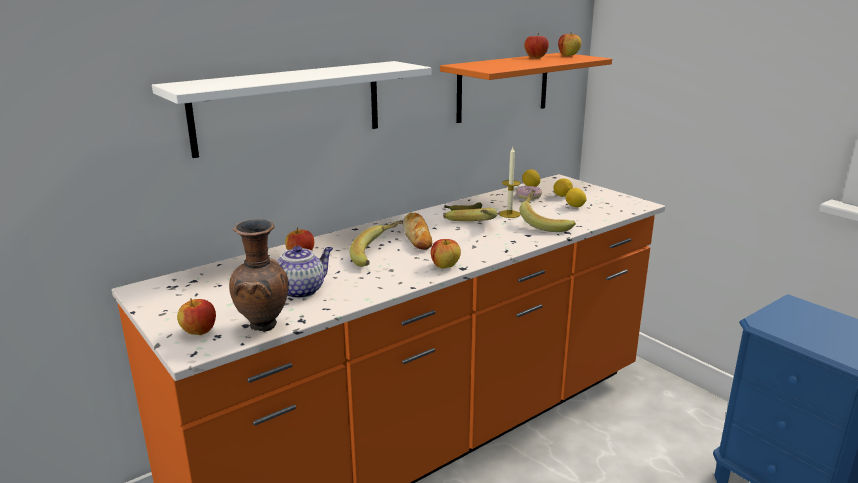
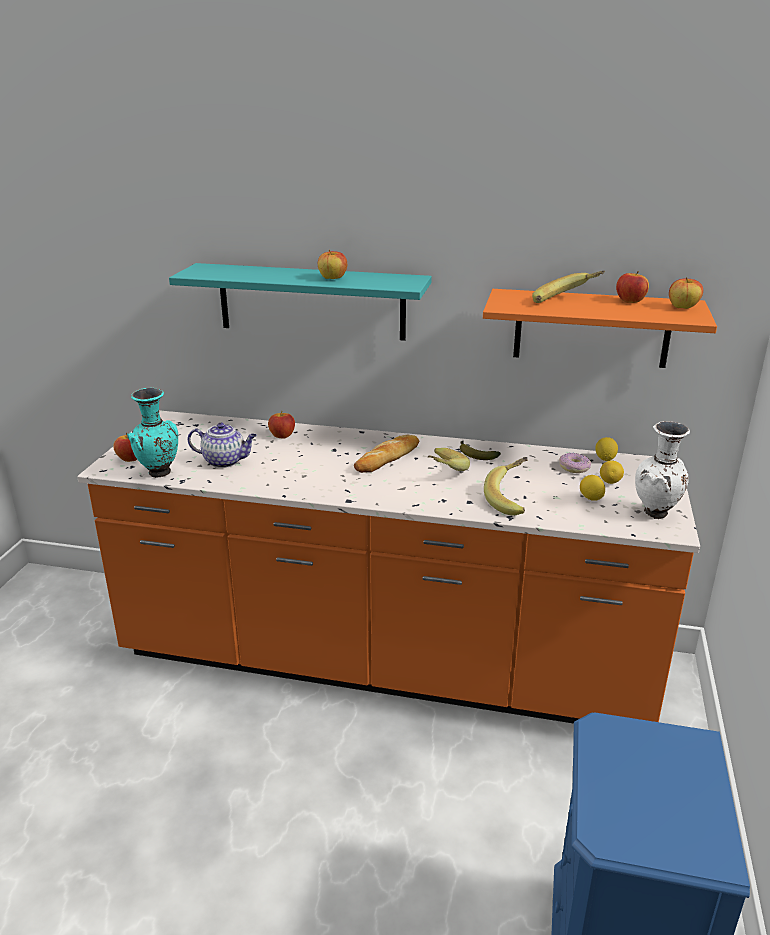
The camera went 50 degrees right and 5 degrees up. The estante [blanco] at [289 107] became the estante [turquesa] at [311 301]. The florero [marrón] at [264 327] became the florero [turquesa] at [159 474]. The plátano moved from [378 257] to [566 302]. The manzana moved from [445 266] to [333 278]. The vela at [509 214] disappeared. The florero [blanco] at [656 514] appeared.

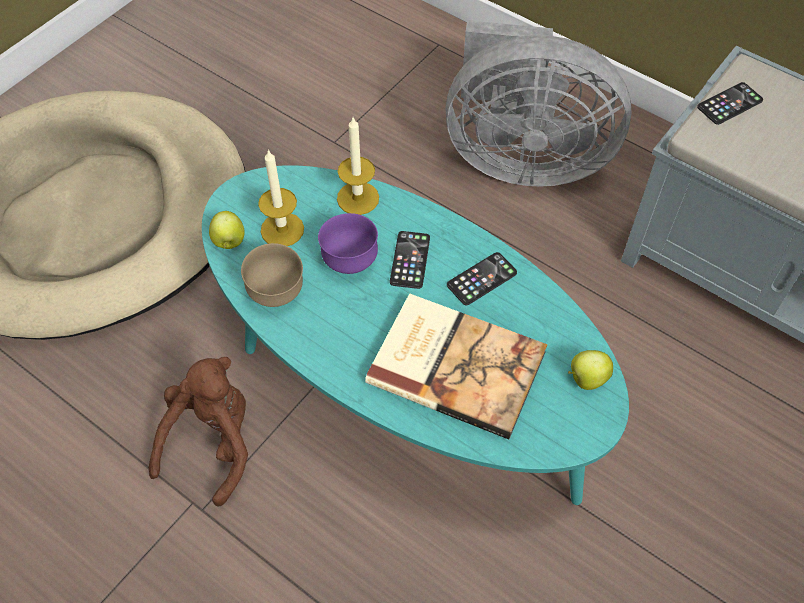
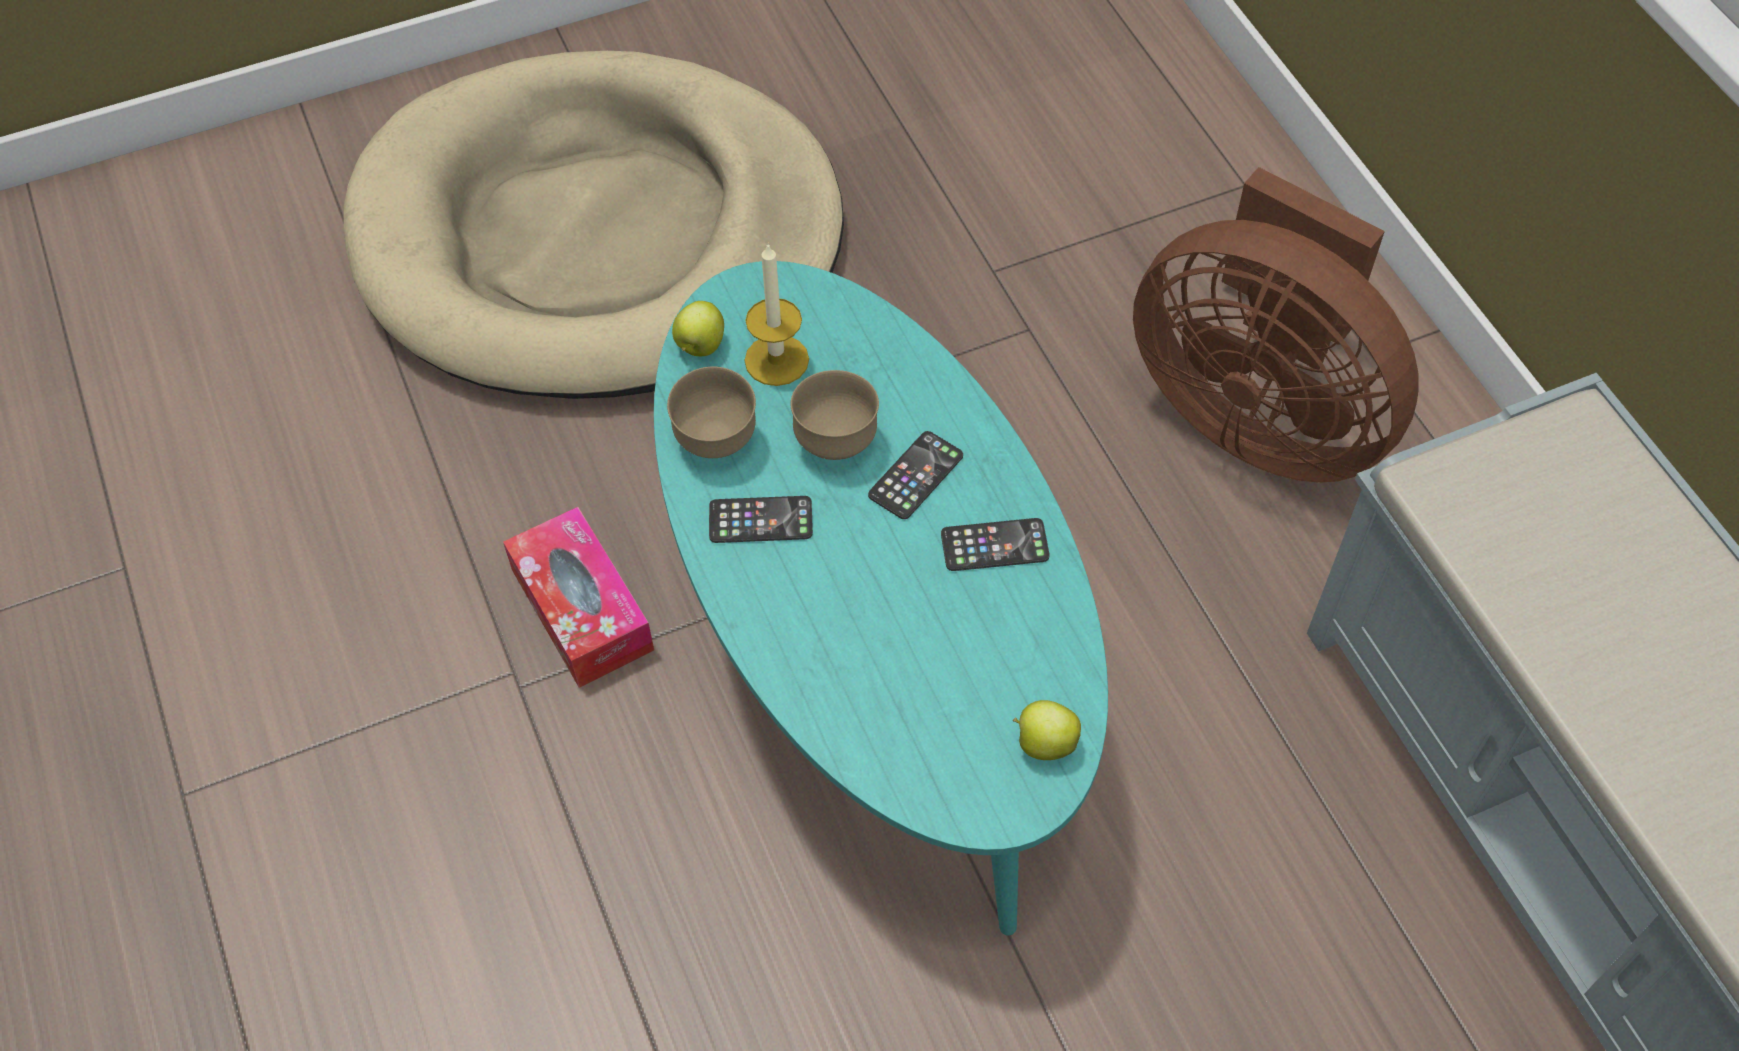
The camera went 30 degrees right and 0 degrees up. The peluche [marrón] at [212 443] was replaced by the caja de pañuelos at [582 609]. The cuenco [morado] at [350 261] became the cuenco [marrón] at [836 442]. The vela at [358 198] disappeared. The libro at [456 364] disappeared. The ventilador [gris] at [521 159] became the ventilador [marrón] at [1256 414]. The móvil moved from [729 104] to [760 520].

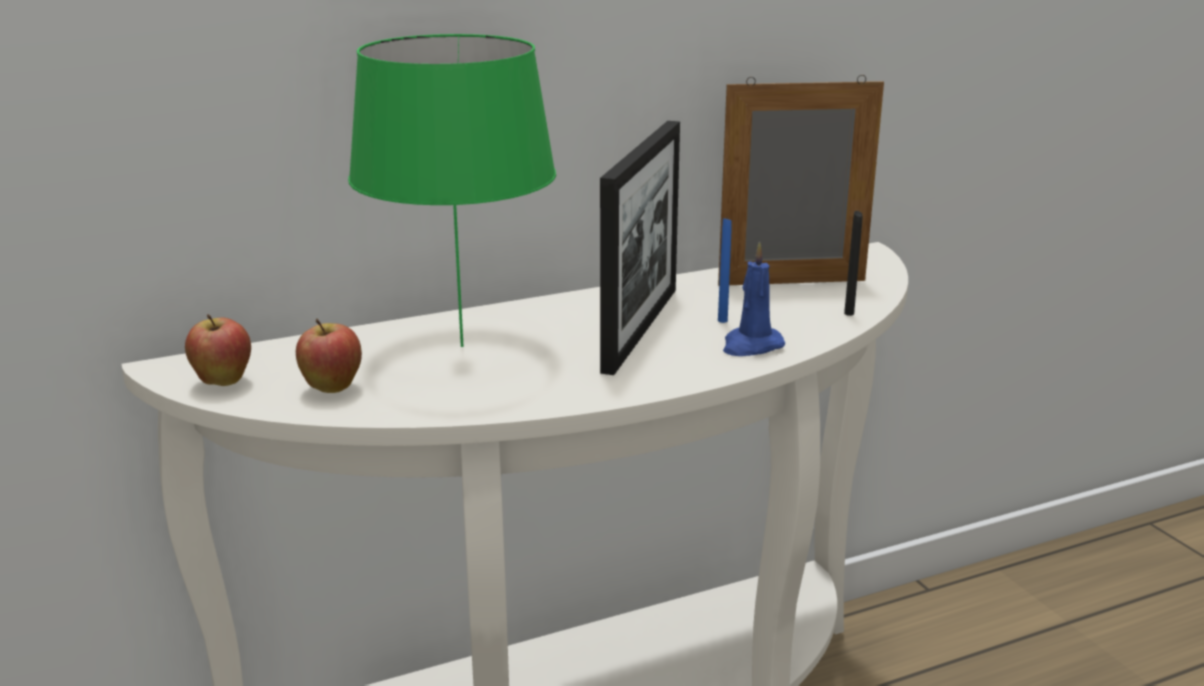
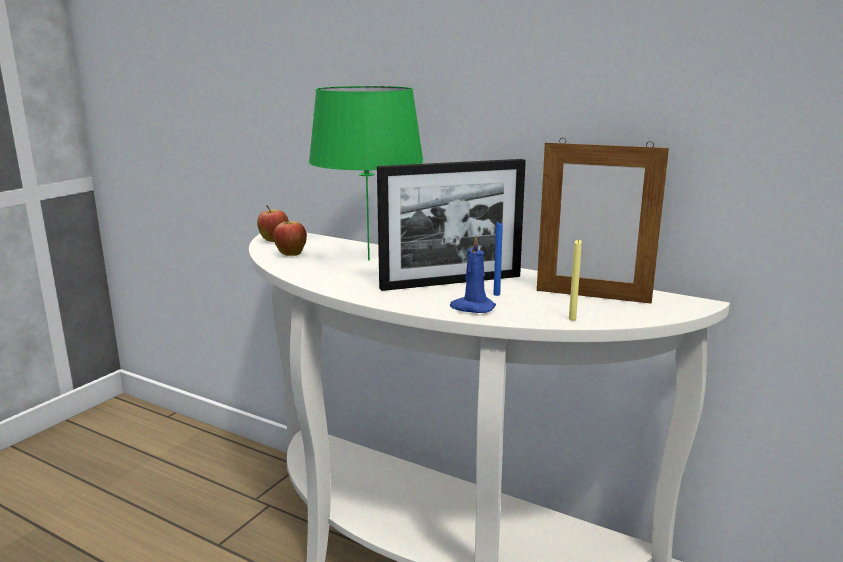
The camera went 55 degrees right and 5 degrees down. The portarretratos at [792 282] turned 150 degrees clockwise. The vela [negro] at [849 313] became the vela [amarillo] at [572 319].

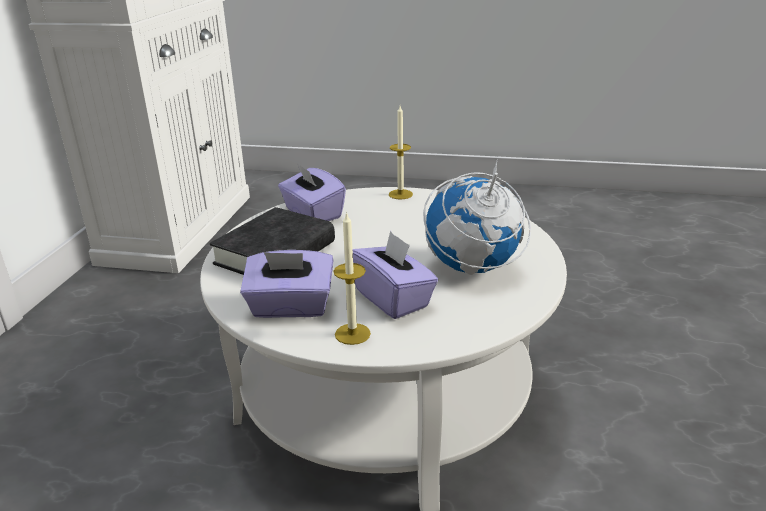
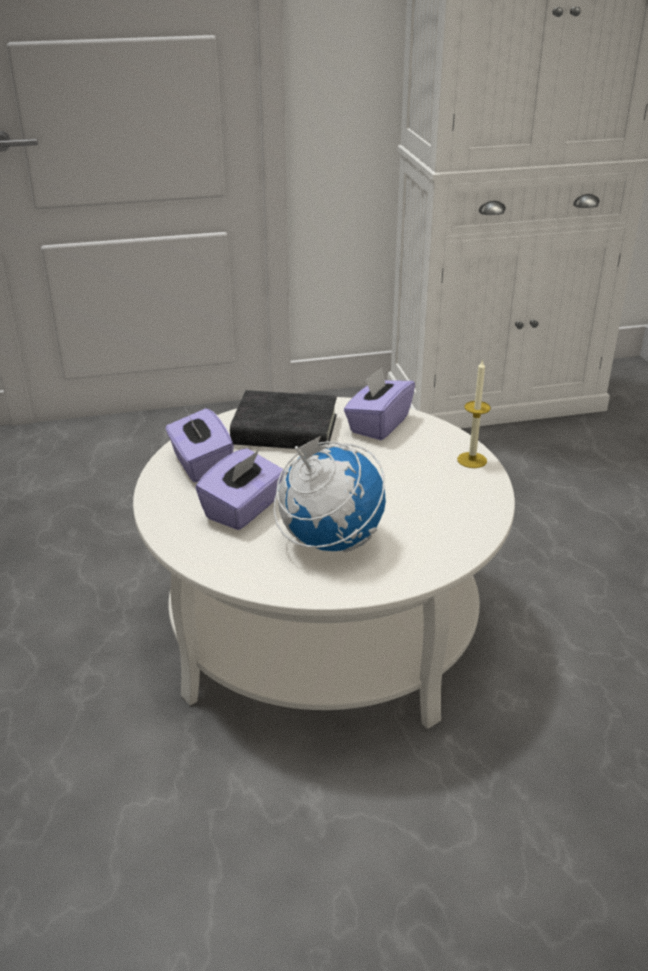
The camera went 65 degrees right and 5 degrees up. The vela at [352 334] disappeared.

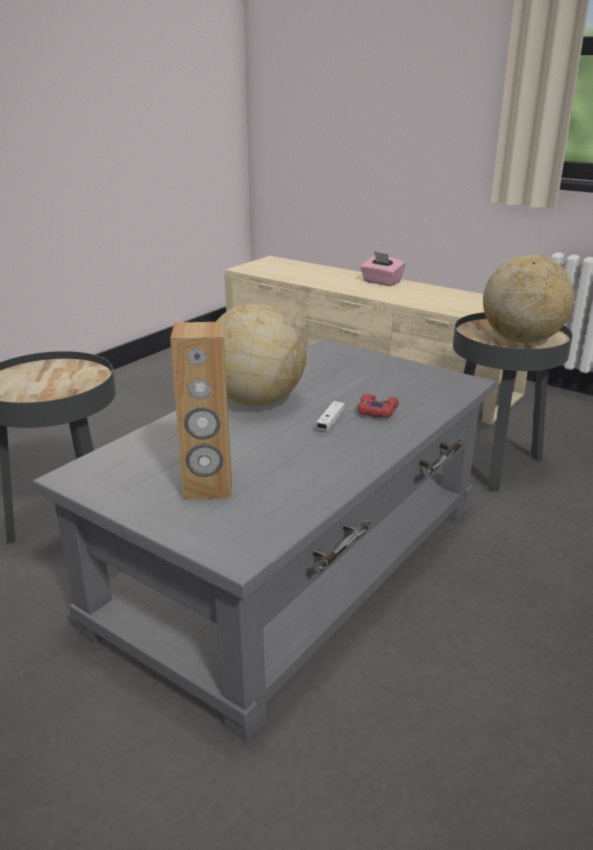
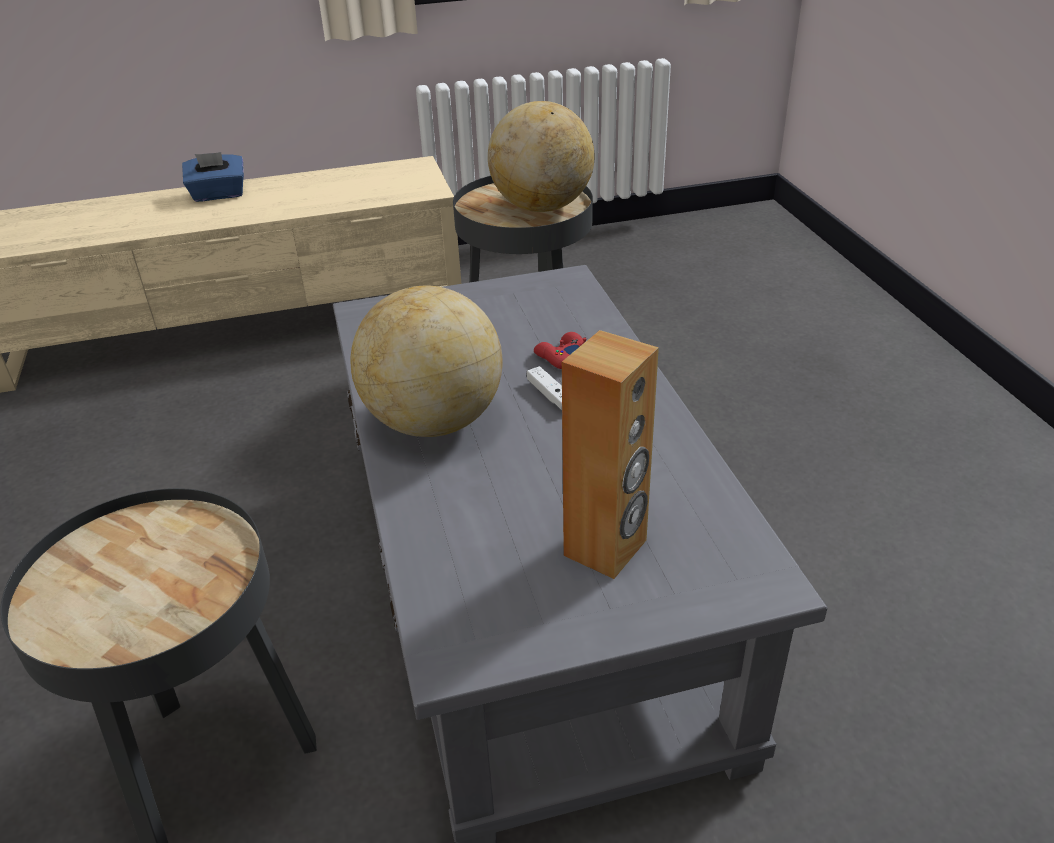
The camera went 50 degrees left and 10 degrees up. The caja de pañuelos [rosa] at [381 282] became the caja de pañuelos [azul] at [219 195].

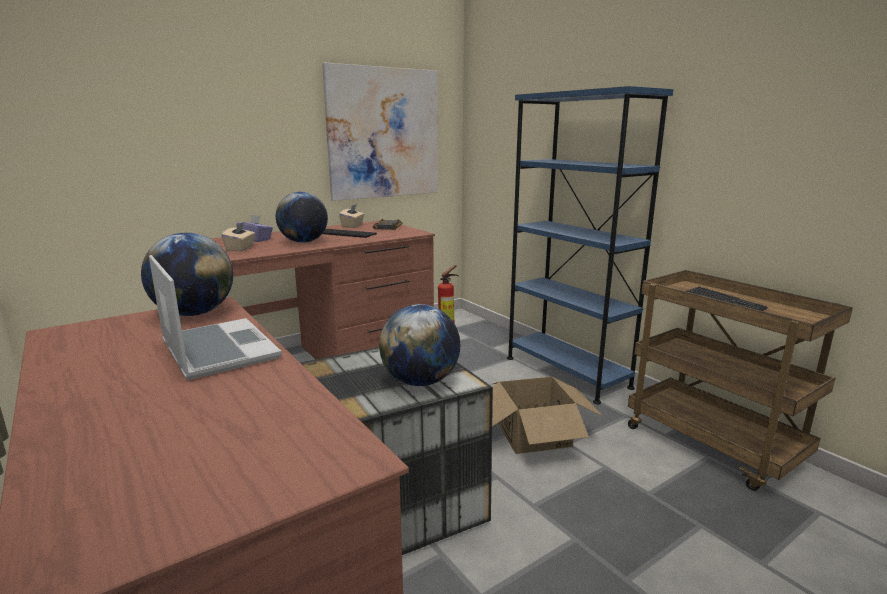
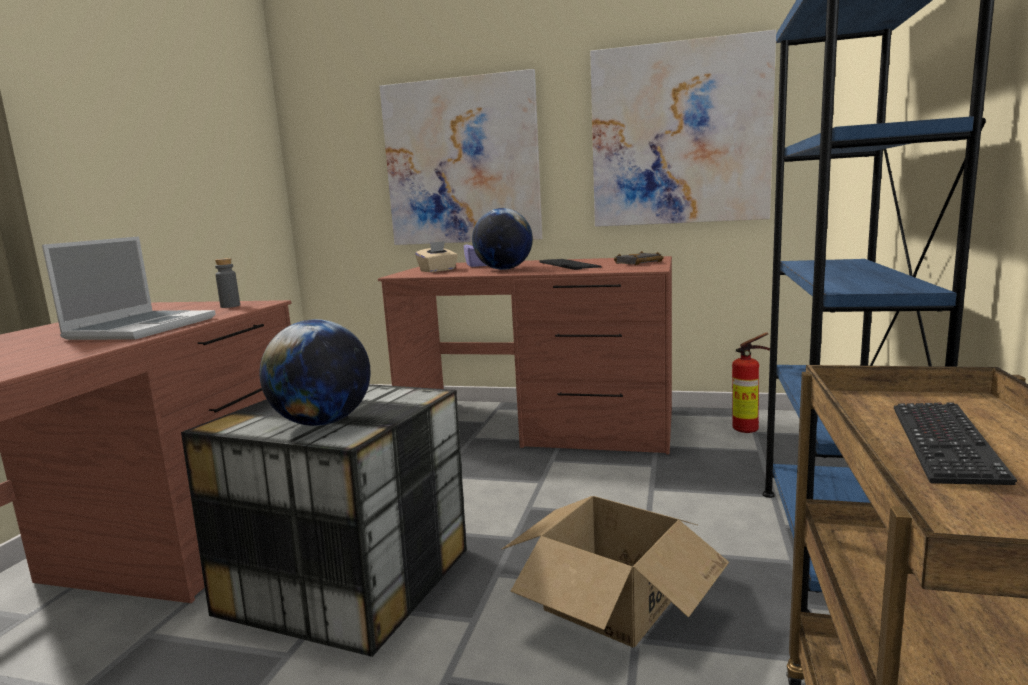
The camera went 50 degrees right and 5 degrees down. The globo terráqueo at [194 313] was replaced by the botella [gris] at [230 306]. The caja de pañuelos [beis] at [352 226] disappeared. The cuadro at [462 162] appeared.

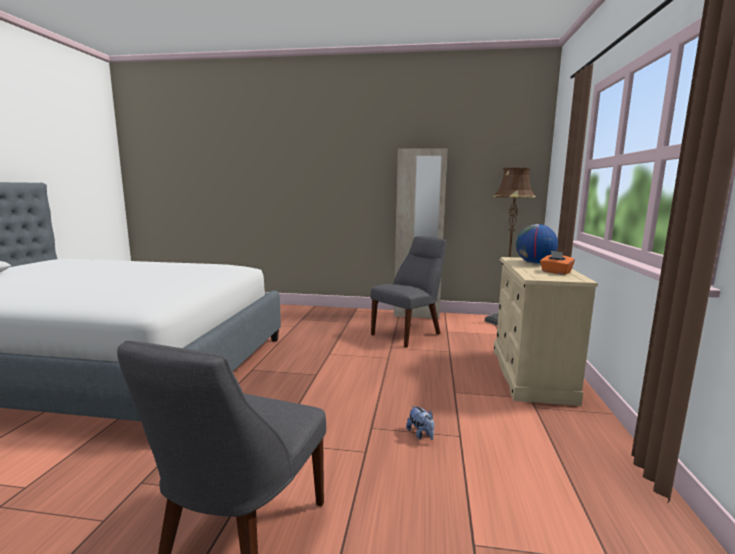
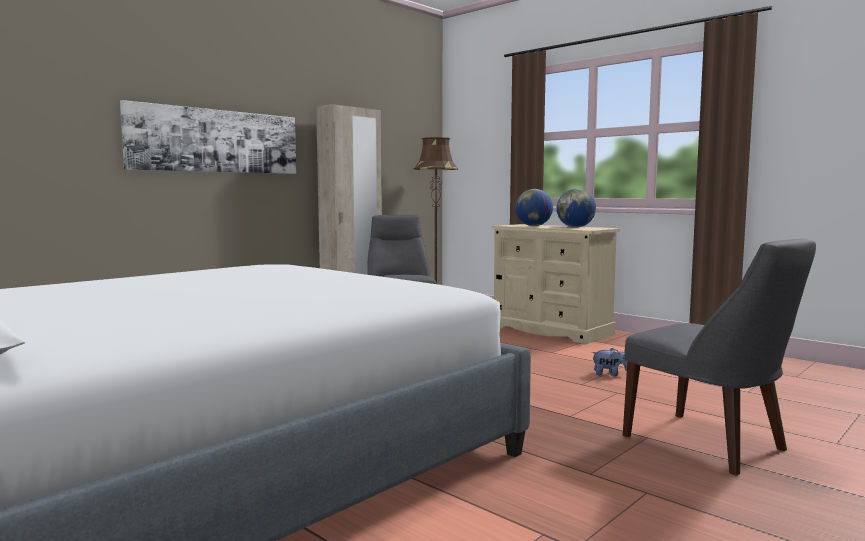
The camera went 55 degrees left and 5 degrees down. The caja de pañuelos [naranja] at [555 272] was replaced by the globo terráqueo at [575 227]. The cuadro at [216 141] appeared.

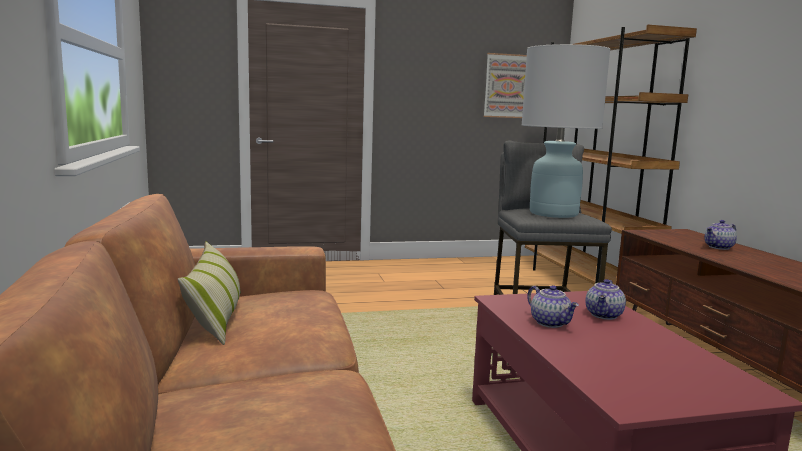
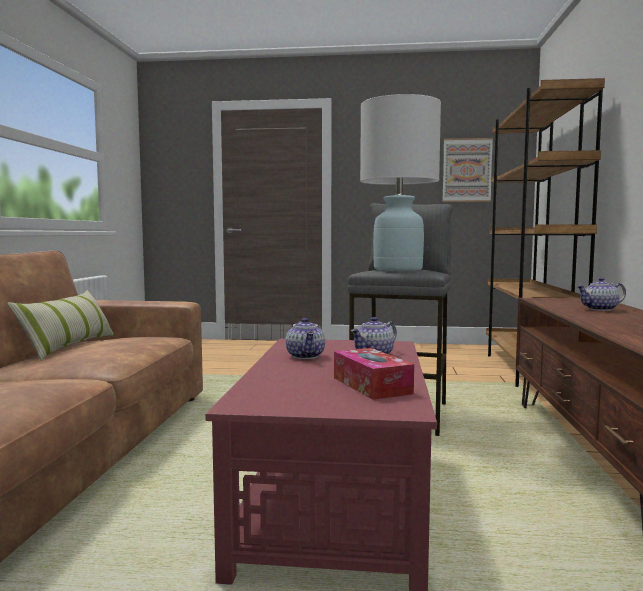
The camera went 20 degrees right and 5 degrees down. The caja de pañuelos at [371 385] appeared.

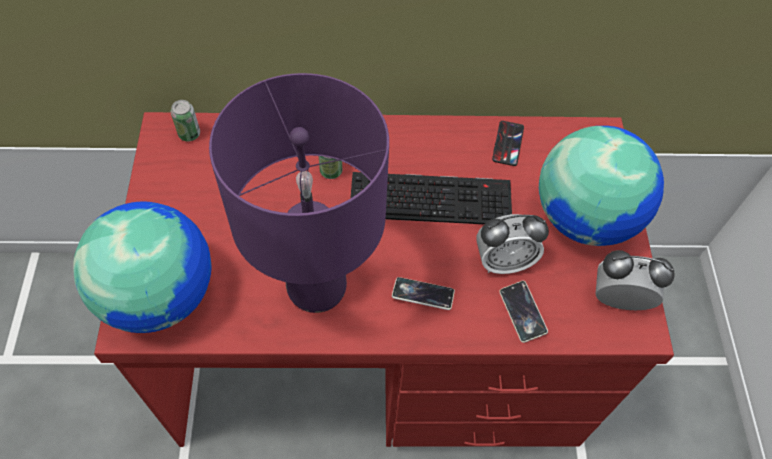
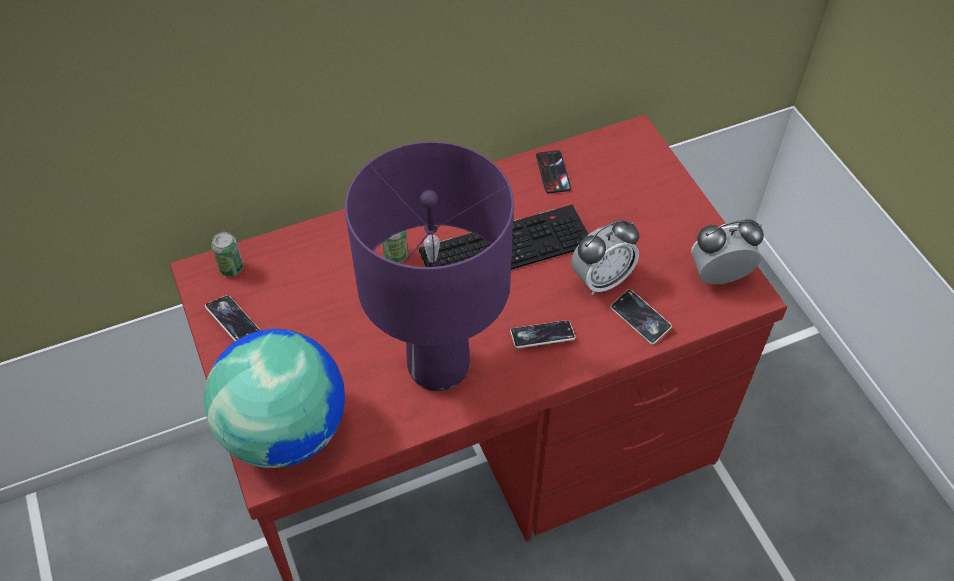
The camera went 20 degrees left and 5 degrees down. The globo terráqueo at [585 217] disappeared. The móvil at [233 321] appeared.

